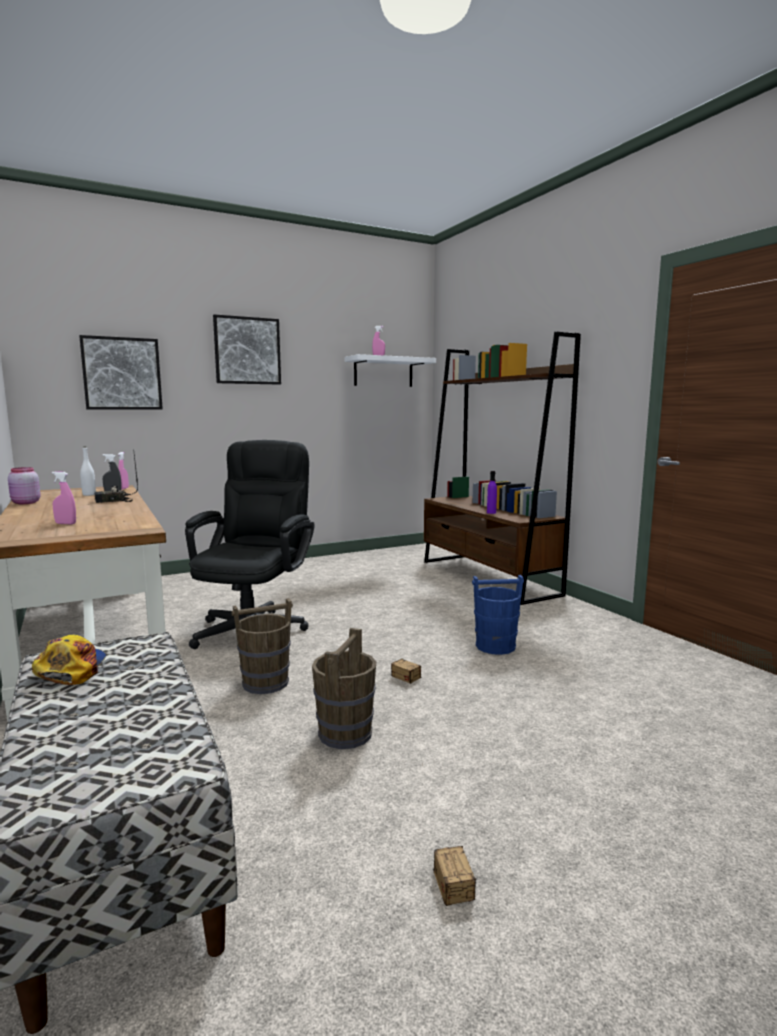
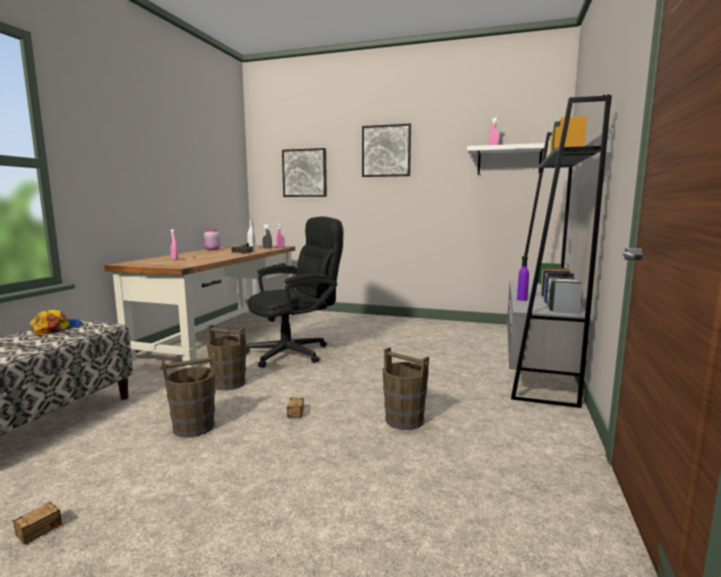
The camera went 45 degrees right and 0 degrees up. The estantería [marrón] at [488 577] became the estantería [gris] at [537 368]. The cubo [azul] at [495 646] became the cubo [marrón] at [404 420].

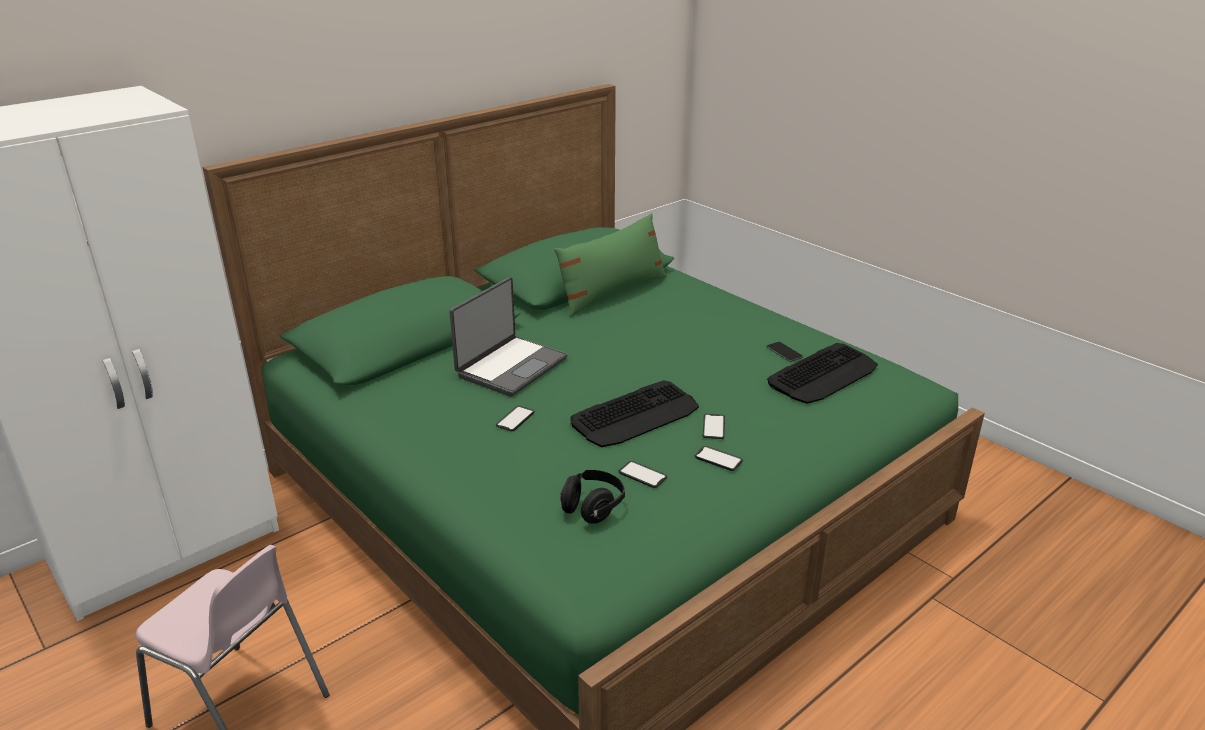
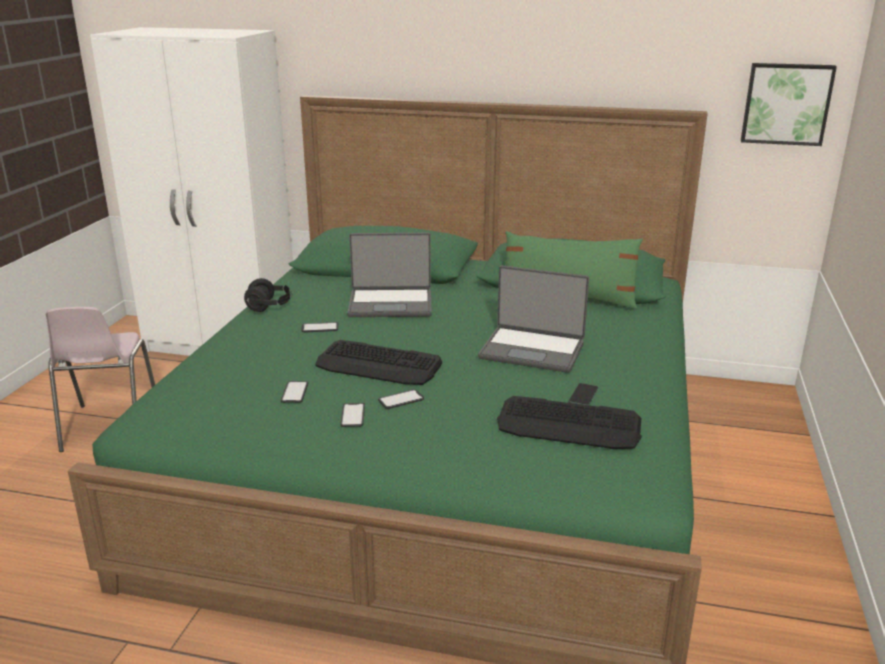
The camera went 55 degrees right and 5 degrees down. The auriculares [negro] moved from [592 507] to [270 307]. The portátil at [532 350] appeared. The cuadro at [786 103] appeared.

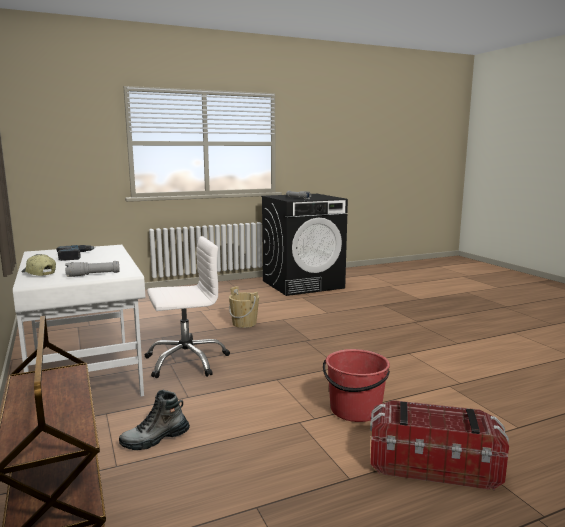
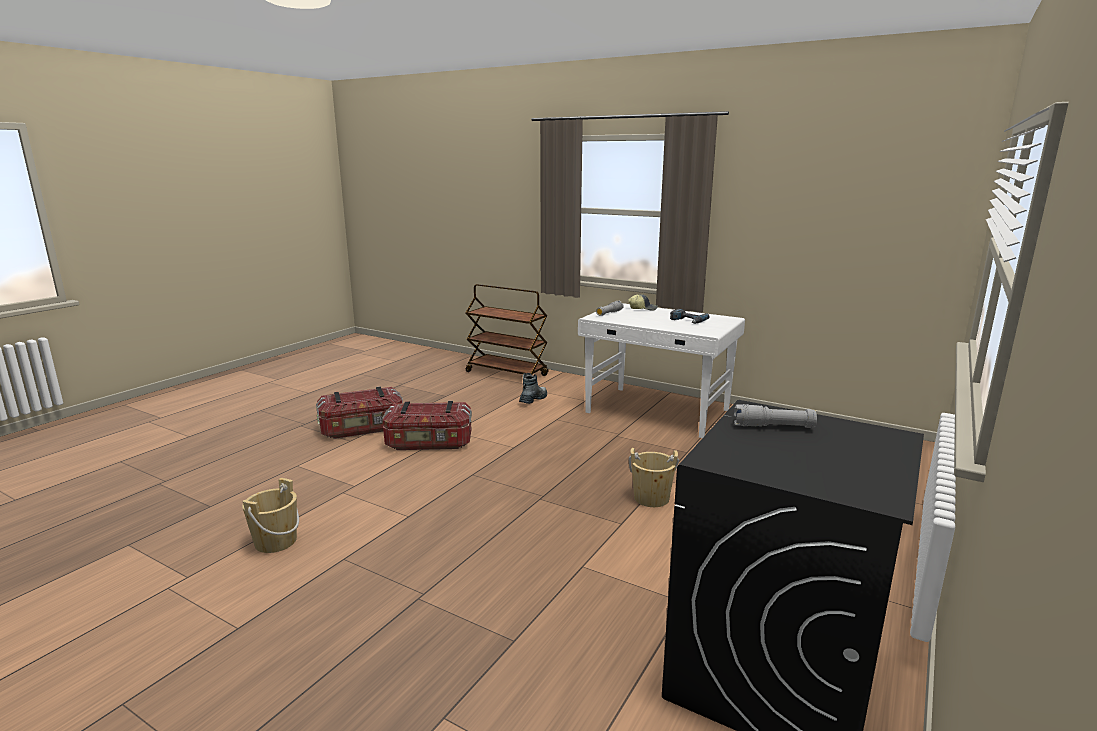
The camera went 145 degrees right and 5 degrees up. The silla de oficina [blanco] at [186 361] disappeared. The cubo [rojo] at [355 410] was replaced by the caja de almacenaje at [429 443]. The cubo [beis] at [275 541] appeared.

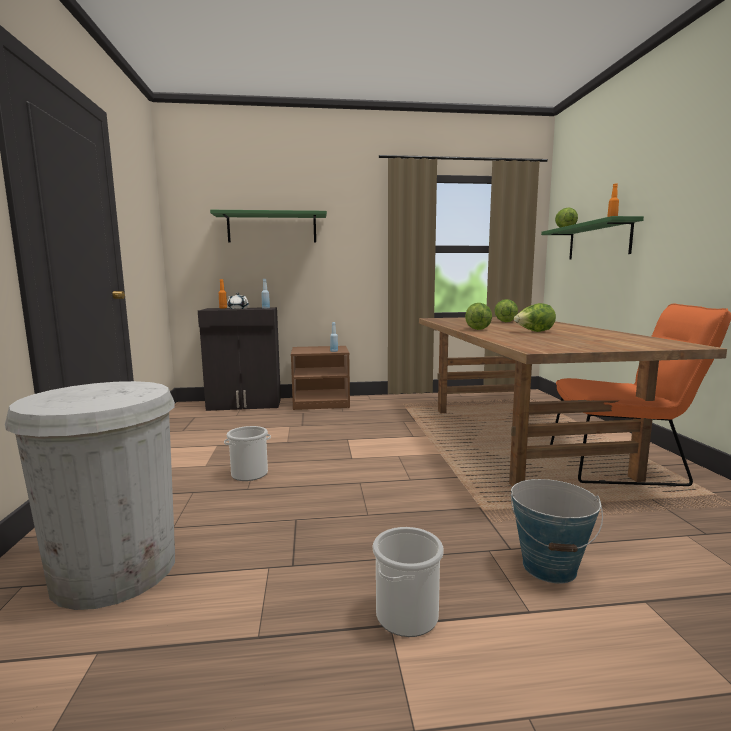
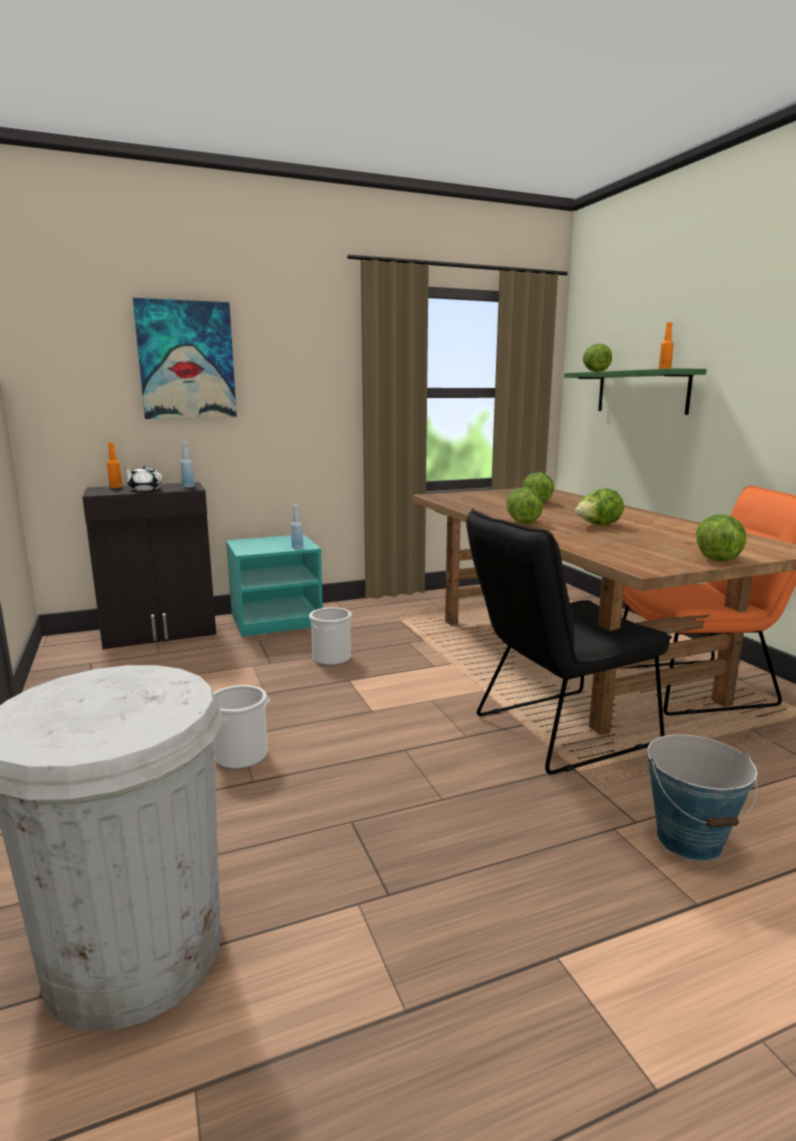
The camera went 15 degrees left and 5 degrees up. The estante [verde] at [272 228] was replaced by the cuadro at [186 360]. The mesita de noche [marrón] at [321 403] became the mesita de noche [turquesa] at [277 620]. The cubo moved from [407 614] to [331 658]. The silla [negro] at [555 732] appeared. The lechuga at [717 558] appeared.

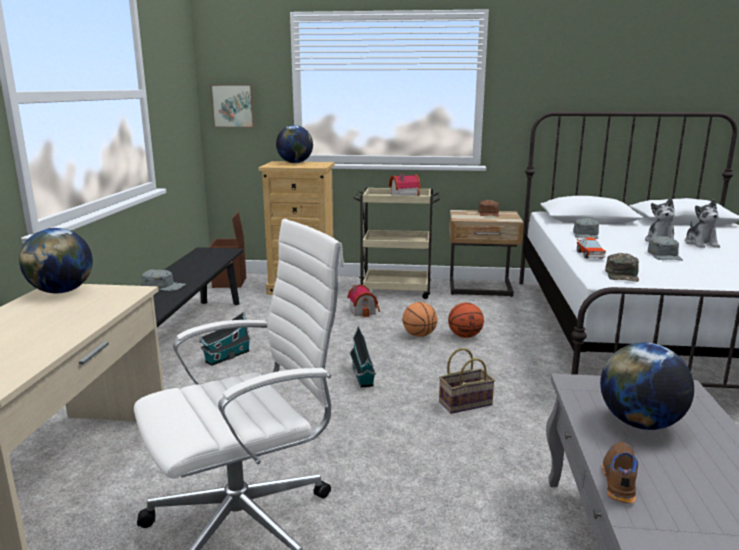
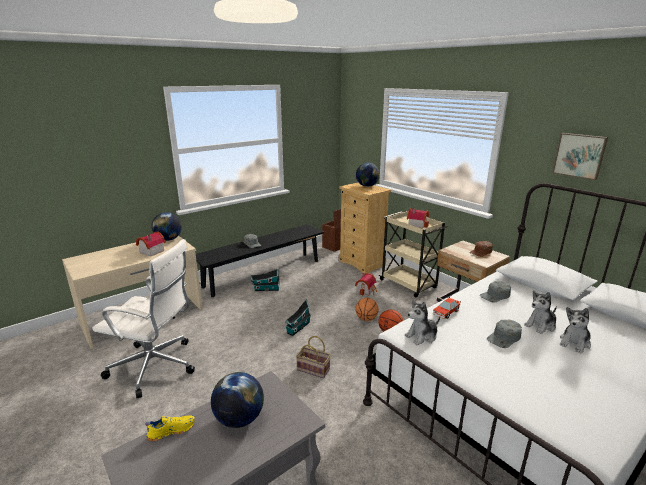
The camera went 45 degrees right and 5 degrees up. The cuadro moved from [233 106] to [579 155]. The zapato [marrón] at [618 479] became the zapato [amarillo] at [171 430]. The gorra [verde] at [622 275] was replaced by the peluche at [422 336]. The casita at [150 251] appeared.

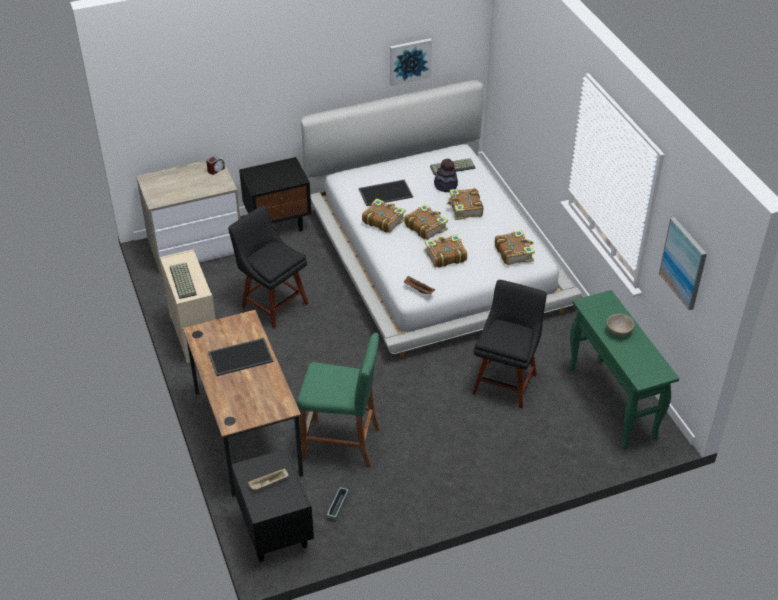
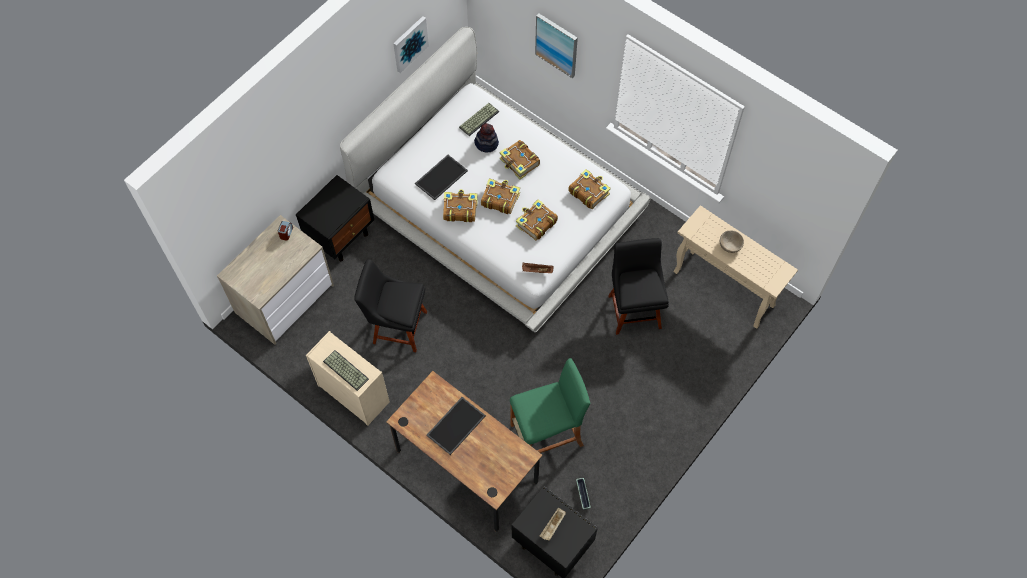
The camera went 30 degrees left and 20 degrees up. The mesa consola [verde] at [612 404] became the mesa consola [beis] at [724 289]. The cuadro moved from [684 263] to [557 45].

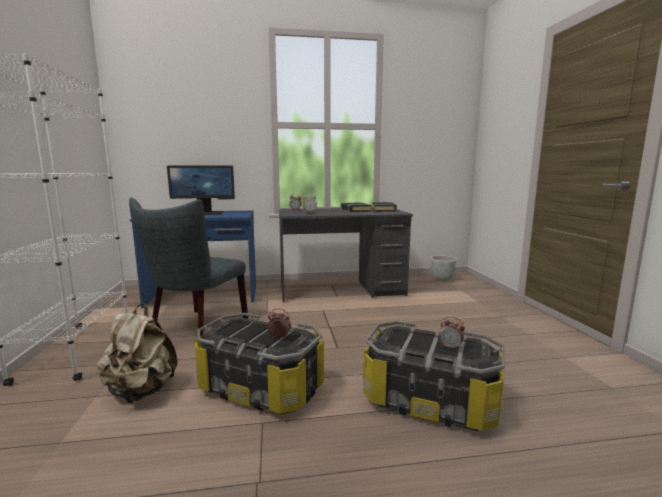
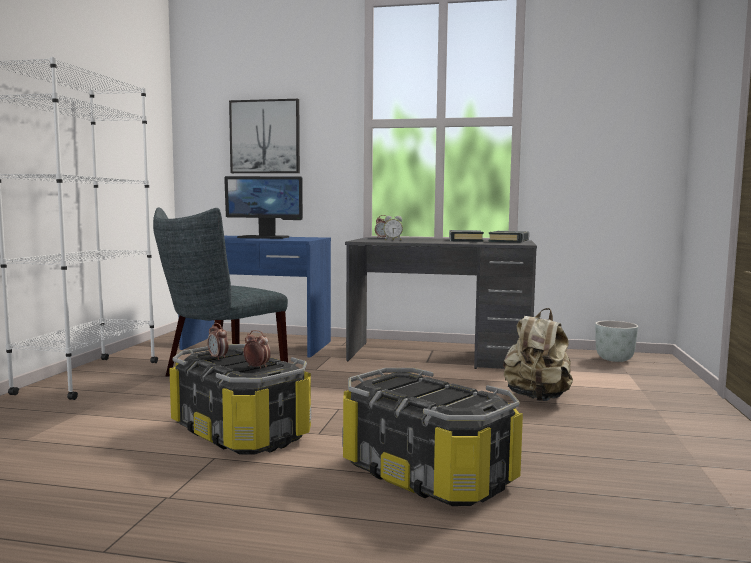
The camera went 20 degrees right and 5 degrees down. The mochila [beis] moved from [141 391] to [537 398]. The despertador moved from [450 347] to [218 358]. The cuadro at [265 137] appeared.

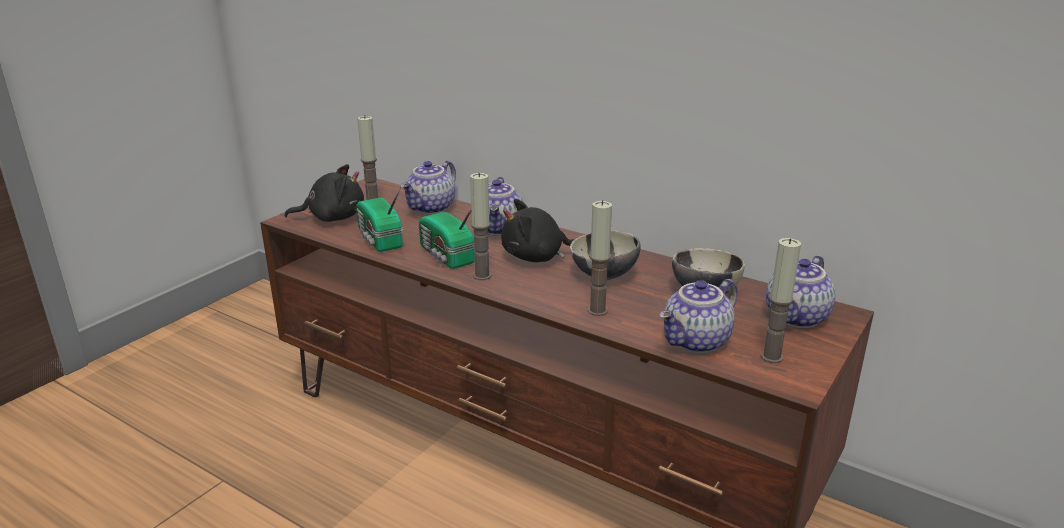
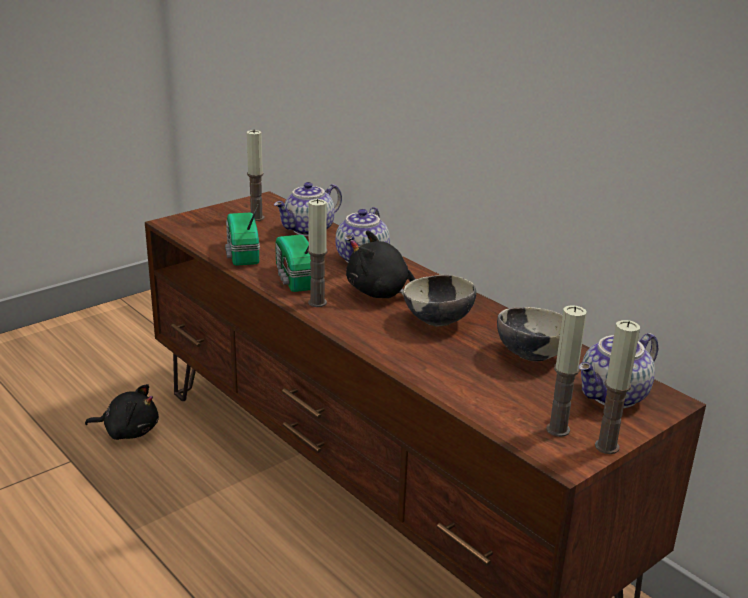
The camera went 15 degrees right and 0 degrees up. The peluche [negro] moved from [333 217] to [128 431]. The vela moved from [597 310] to [606 446]. The tetera at [697 342] disappeared.

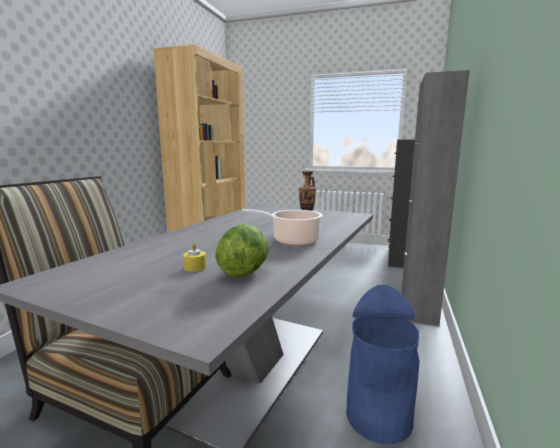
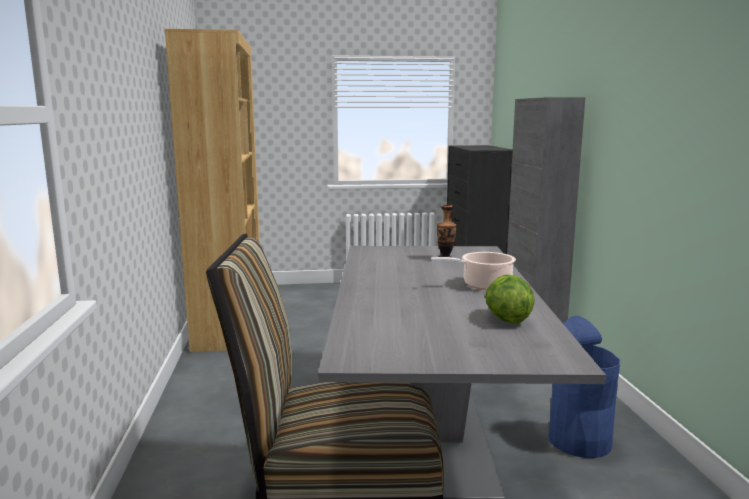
The camera went 25 degrees left and 0 degrees up. The vela [amarillo] at [195 267] disappeared.

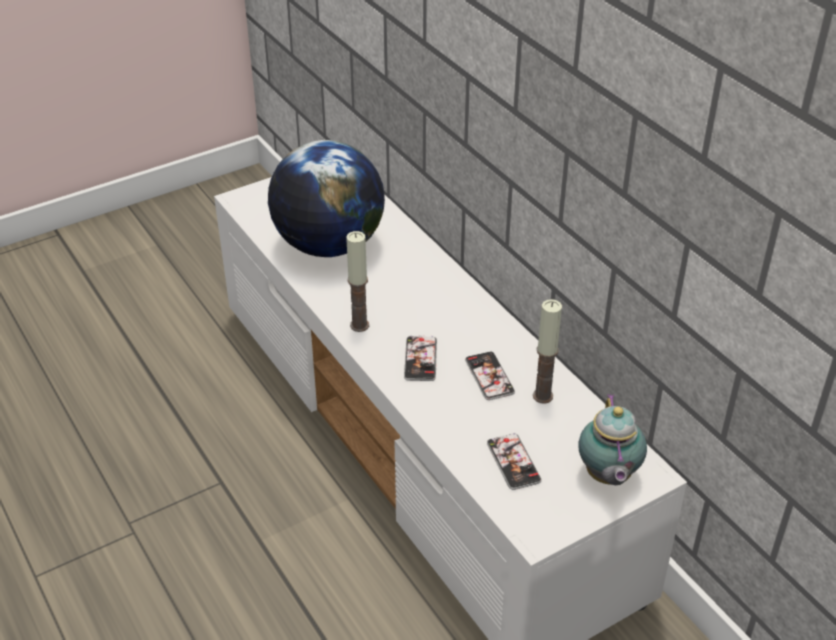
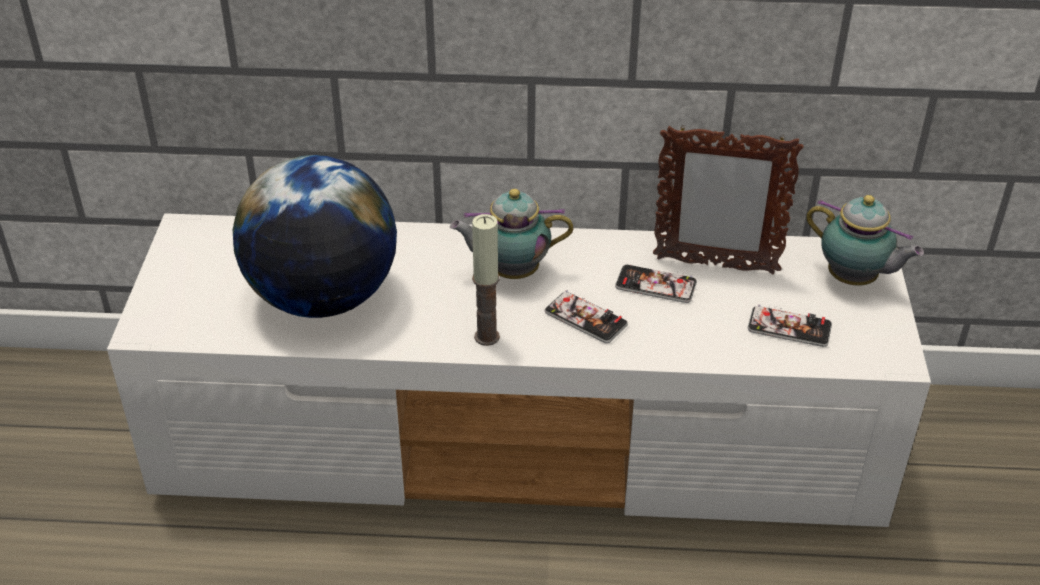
The camera went 55 degrees left and 0 degrees up. The vela at [542 396] was replaced by the portarretratos at [714 265]. The tetera at [510 271] appeared.

